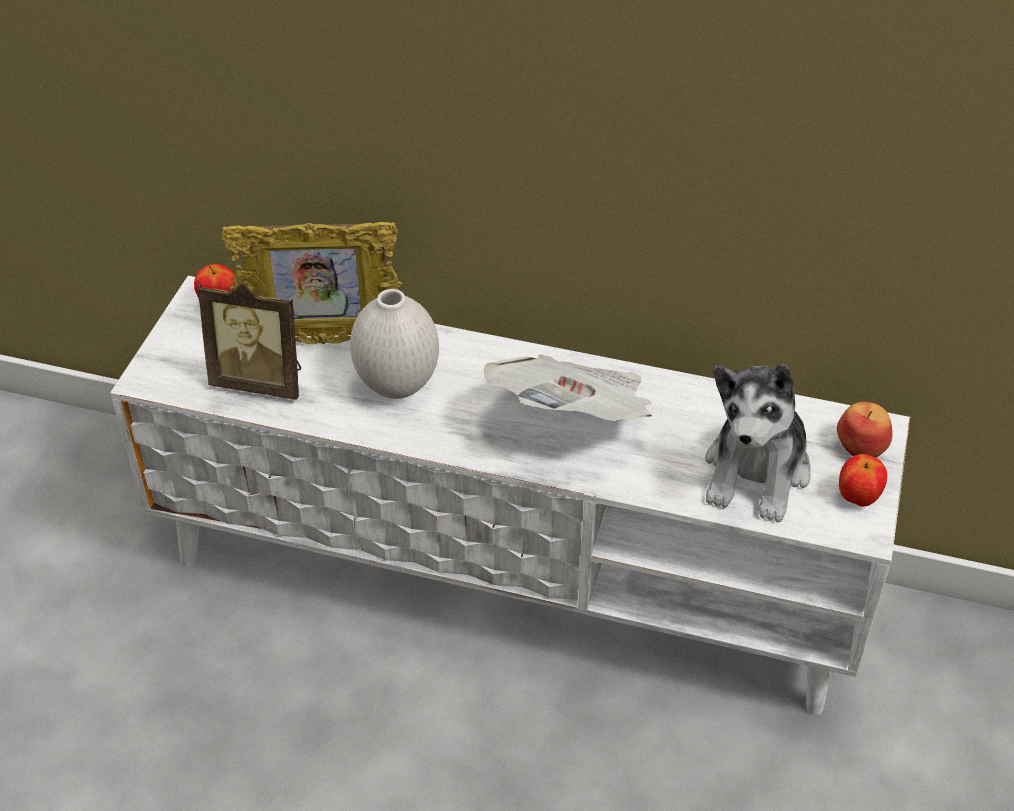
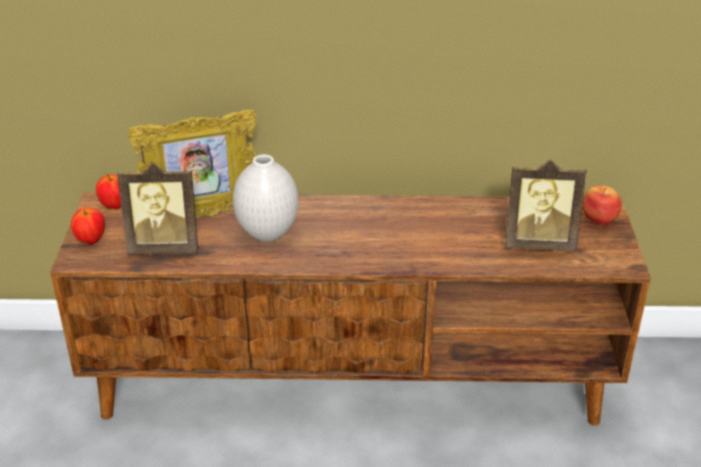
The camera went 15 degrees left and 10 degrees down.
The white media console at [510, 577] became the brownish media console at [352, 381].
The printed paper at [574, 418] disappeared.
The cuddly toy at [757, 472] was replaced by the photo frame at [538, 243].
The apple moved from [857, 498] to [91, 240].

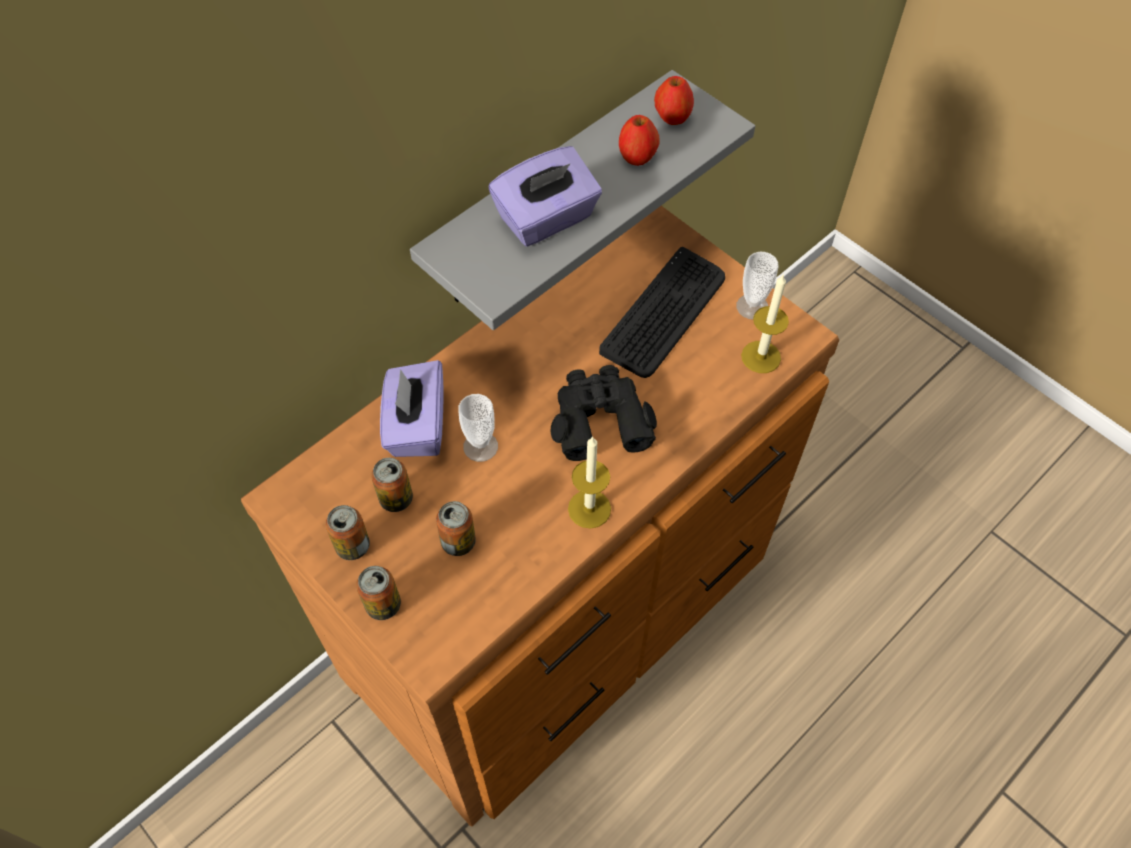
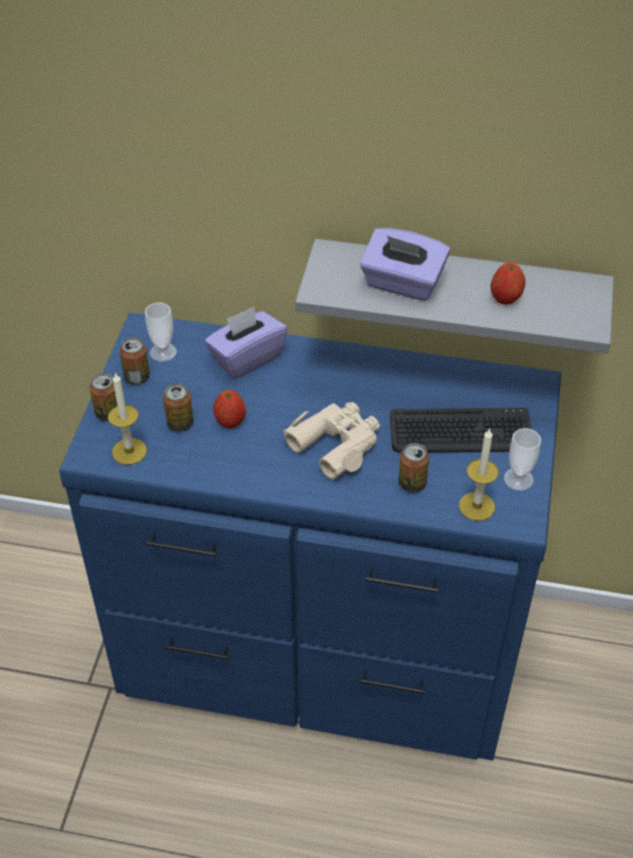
The camera went 55 degrees right and 10 degrees down.
The brownish chest of drawers at [564, 614] became the blue chest of drawers at [318, 653].
The sealed can moved from [396, 499] to [412, 483].
The small cup moved from [480, 446] to [163, 352].
The black-coloured binoculars at [599, 418] became the beige binoculars at [336, 443].
The candle moved from [589, 509] to [129, 451].
The apple moved from [672, 118] to [230, 421].

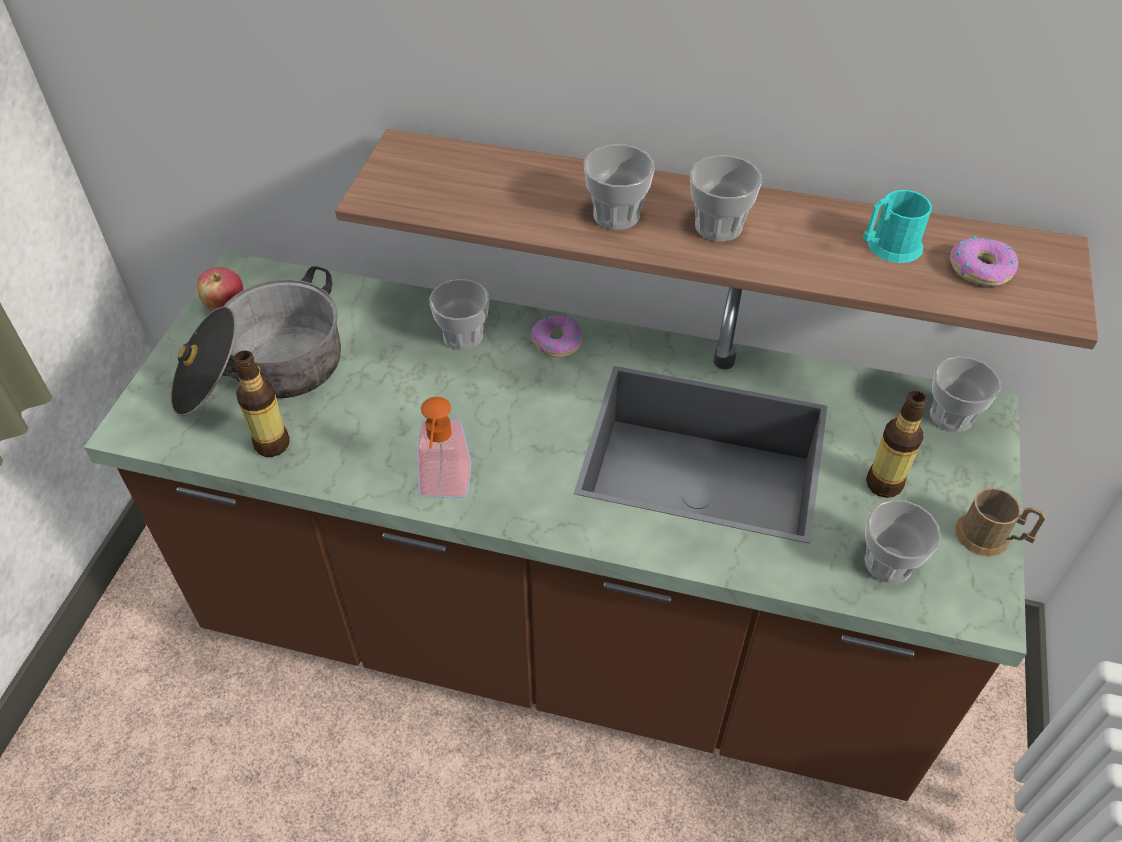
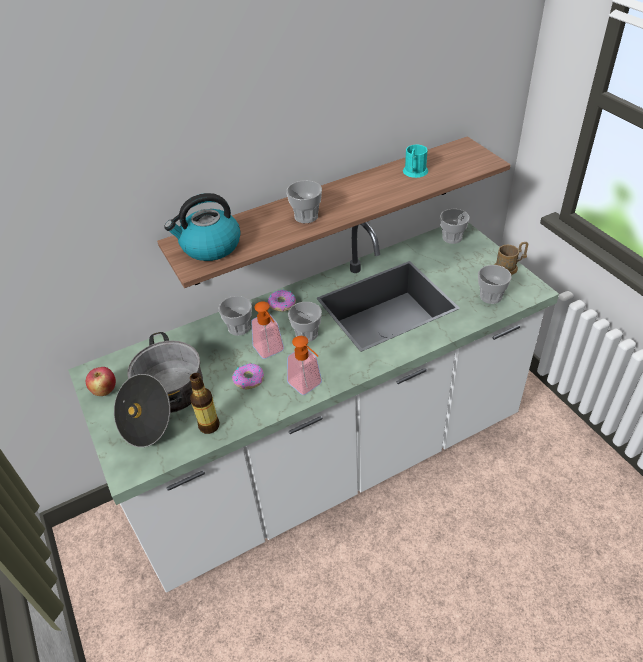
The camera went 40 degrees left and 5 degrees down.
The brownish kitchen counter at [561, 637] became the white kitchen counter at [331, 463].
The small cup moved from [718, 226] to [306, 334].
The bottle at [883, 484] disappeared.
The doughnut moved from [980, 269] to [248, 379].
The tea kettle at [210, 246] appeared.
The soap dispenser at [271, 351] appeared.

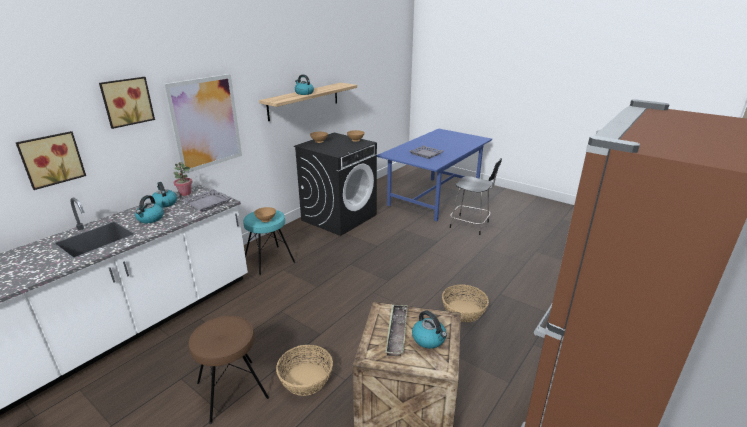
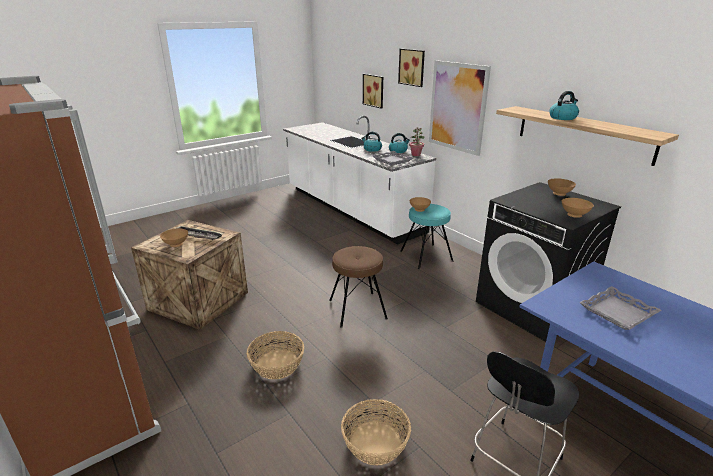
The camera went 105 degrees right and 0 degrees up.
The brownish stool seat moved from [232, 390] to [357, 309].
The storage basket moved from [306, 378] to [376, 443].
The tea kettle at [429, 339] was replaced by the brownish deep dish at [176, 245].

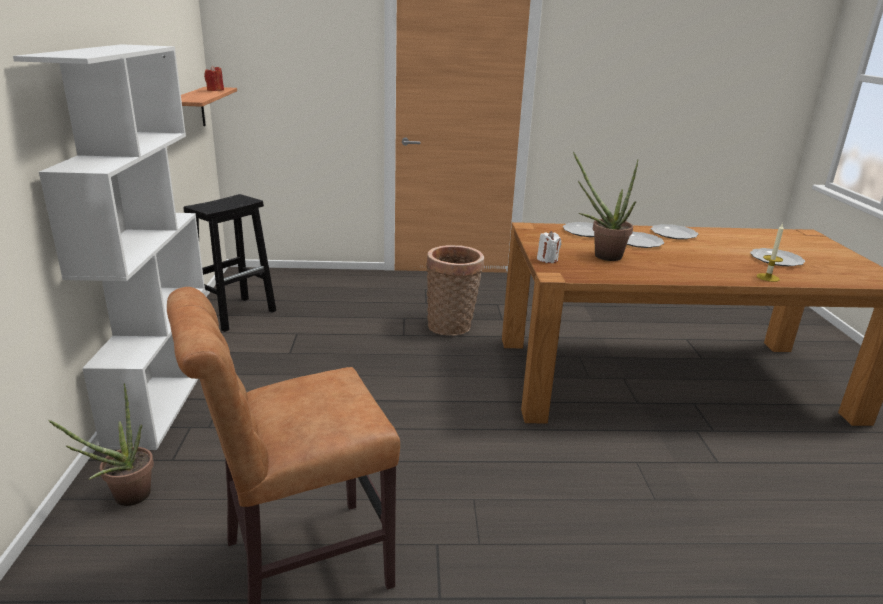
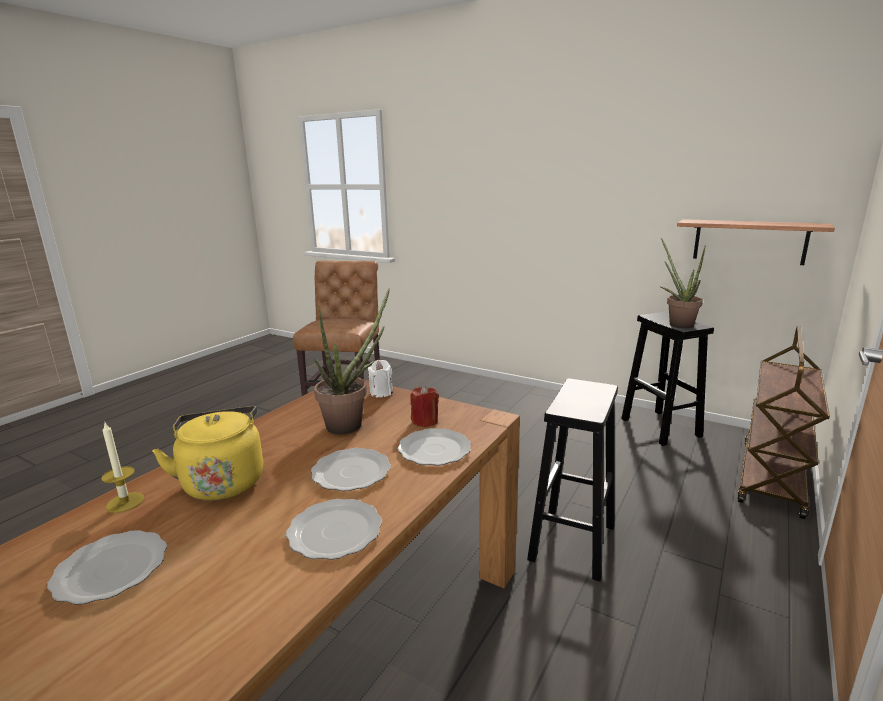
The camera went 125 degrees right and 5 degrees down.
The white shelving unit at [162, 395] disappeared.
The houseplant moved from [125, 499] to [677, 324].
The red candle moved from [215, 90] to [425, 421].
The storage basket at [452, 327] was replaced by the black-coloured stool seat at [572, 543].
The yellow-coloured tea kettle at [223, 481] appeared.
The brownish cart at [772, 479] appeared.

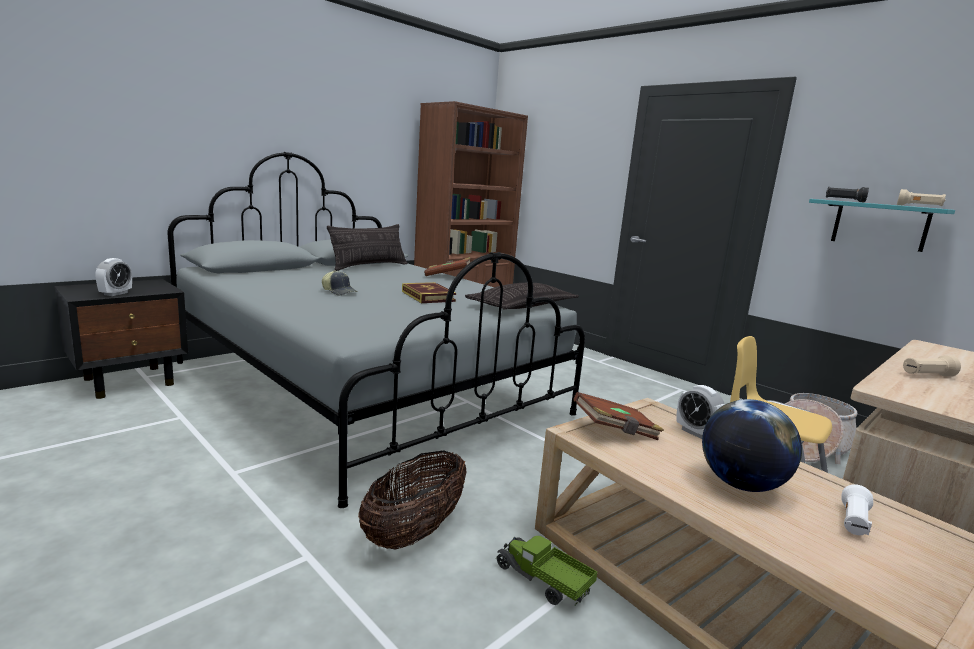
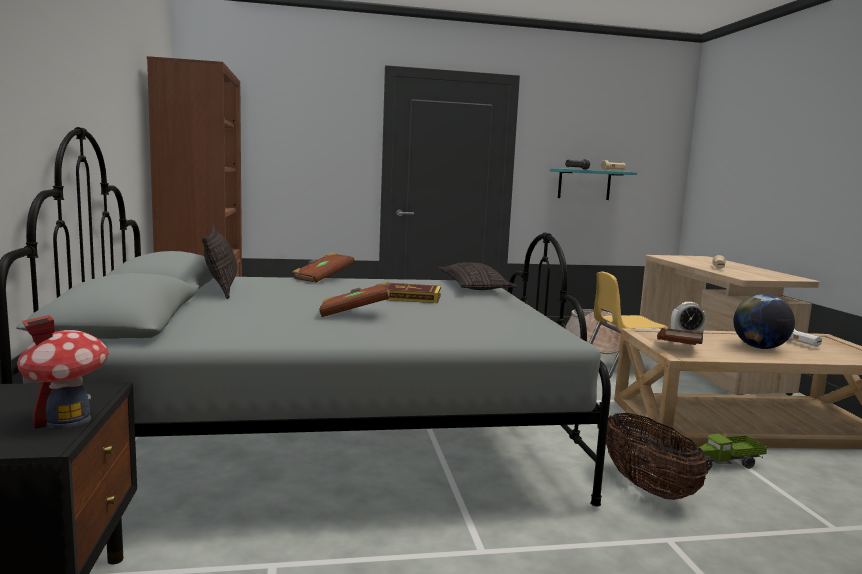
The camera went 55 degrees left and 5 degrees down.
The bedside clock at [116, 294] was replaced by the toy house at [67, 420].
The baseball cap at [339, 292] was replaced by the brownish volume at [355, 314].

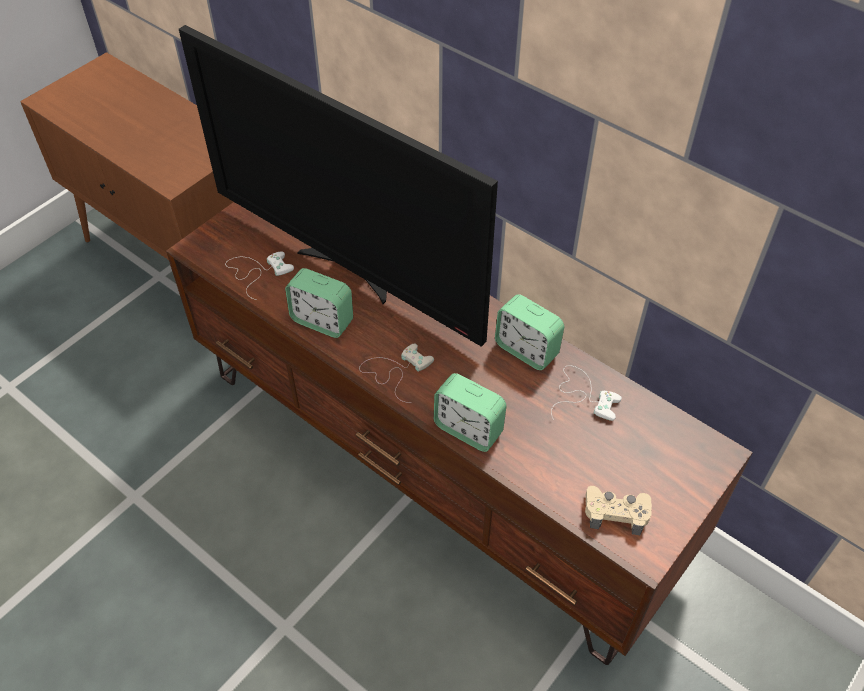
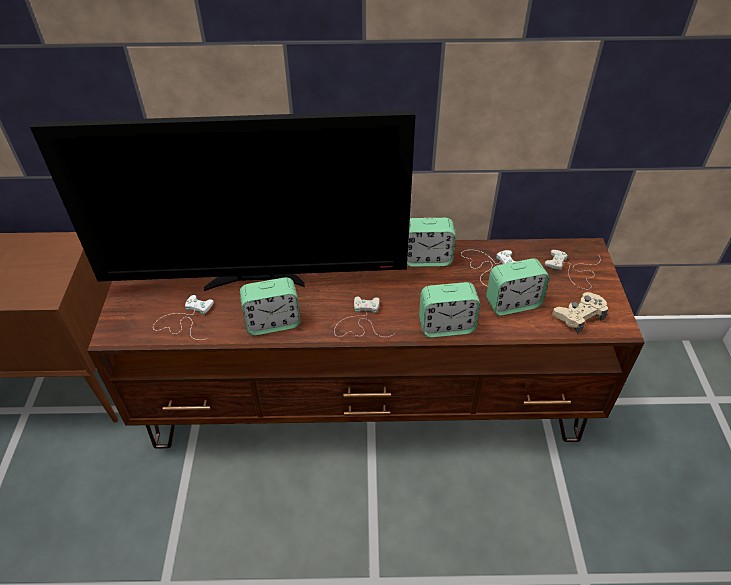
The camera went 40 degrees left and 5 degrees down.
The bedside clock at [512, 303] appeared.
The white game controller at [573, 271] appeared.

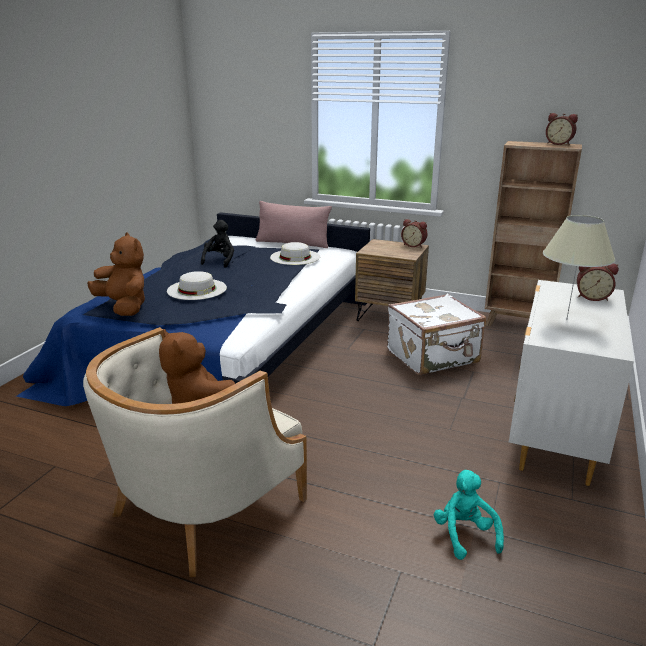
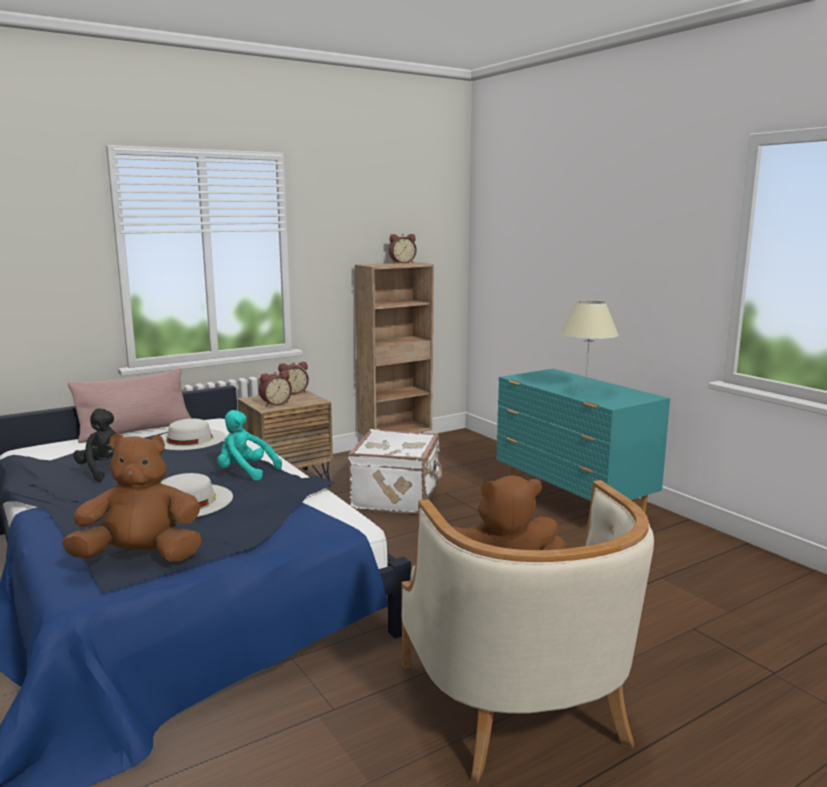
The camera went 55 degrees left and 10 degrees down.
The turquoise-coloured cuddly toy moved from [465, 535] to [245, 472].
The white chest of drawers at [555, 435] became the turquoise-coloured chest of drawers at [573, 504].
The bedside clock moved from [592, 297] to [275, 403].

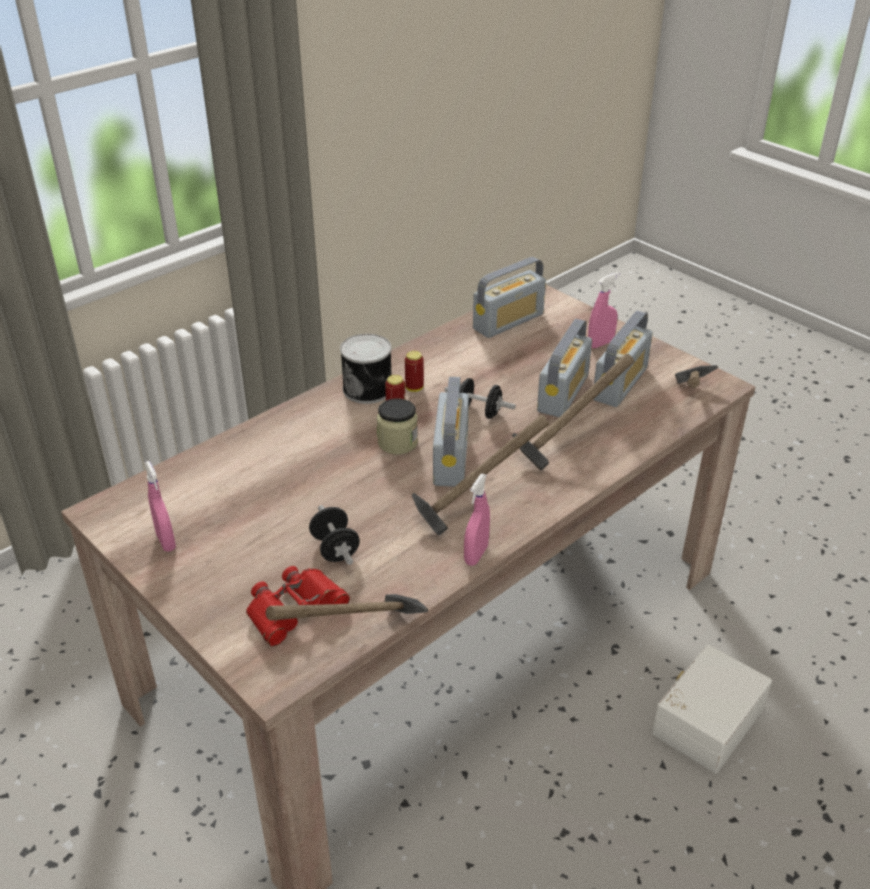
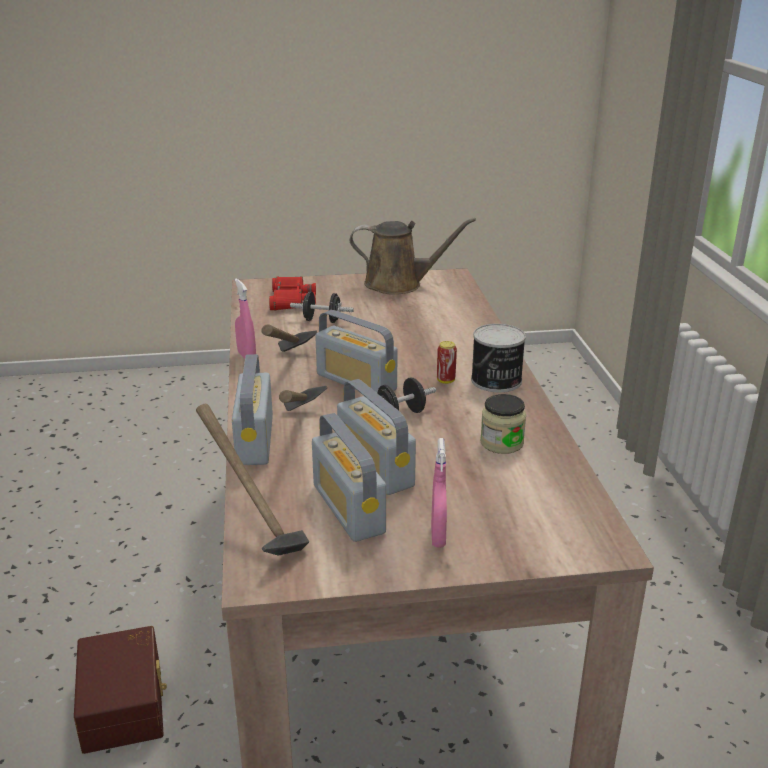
The camera went 125 degrees right and 10 degrees down.
The pinkish hand sprayer at [166, 541] was replaced by the brownish watering pot at [399, 284].
The tool hammer at [356, 645] disappeared.
The storage jar moved from [397, 443] to [501, 443].
The sealed can at [414, 388] disappeared.
The radio moved from [508, 321] to [255, 440].
The white storage box at [705, 720] became the brownish storage box at [125, 703].

